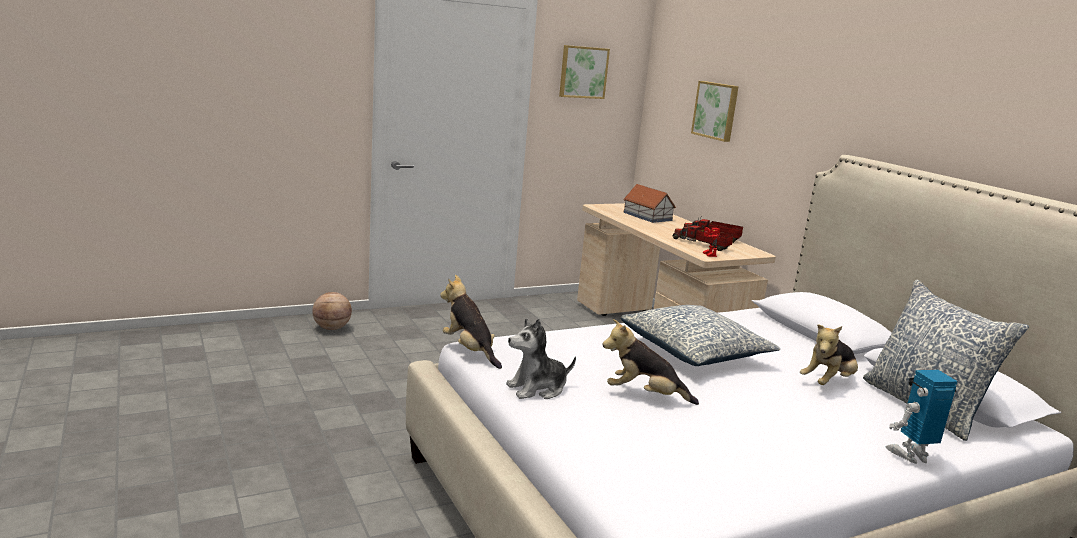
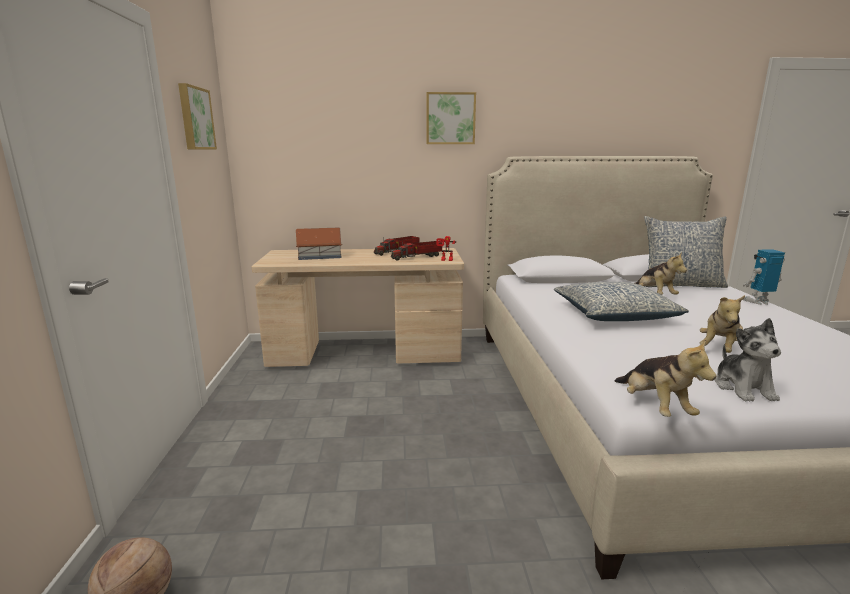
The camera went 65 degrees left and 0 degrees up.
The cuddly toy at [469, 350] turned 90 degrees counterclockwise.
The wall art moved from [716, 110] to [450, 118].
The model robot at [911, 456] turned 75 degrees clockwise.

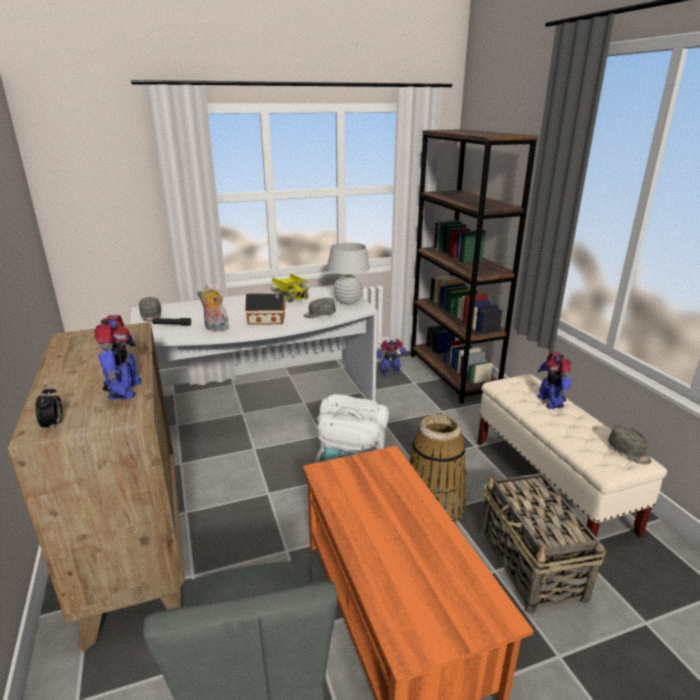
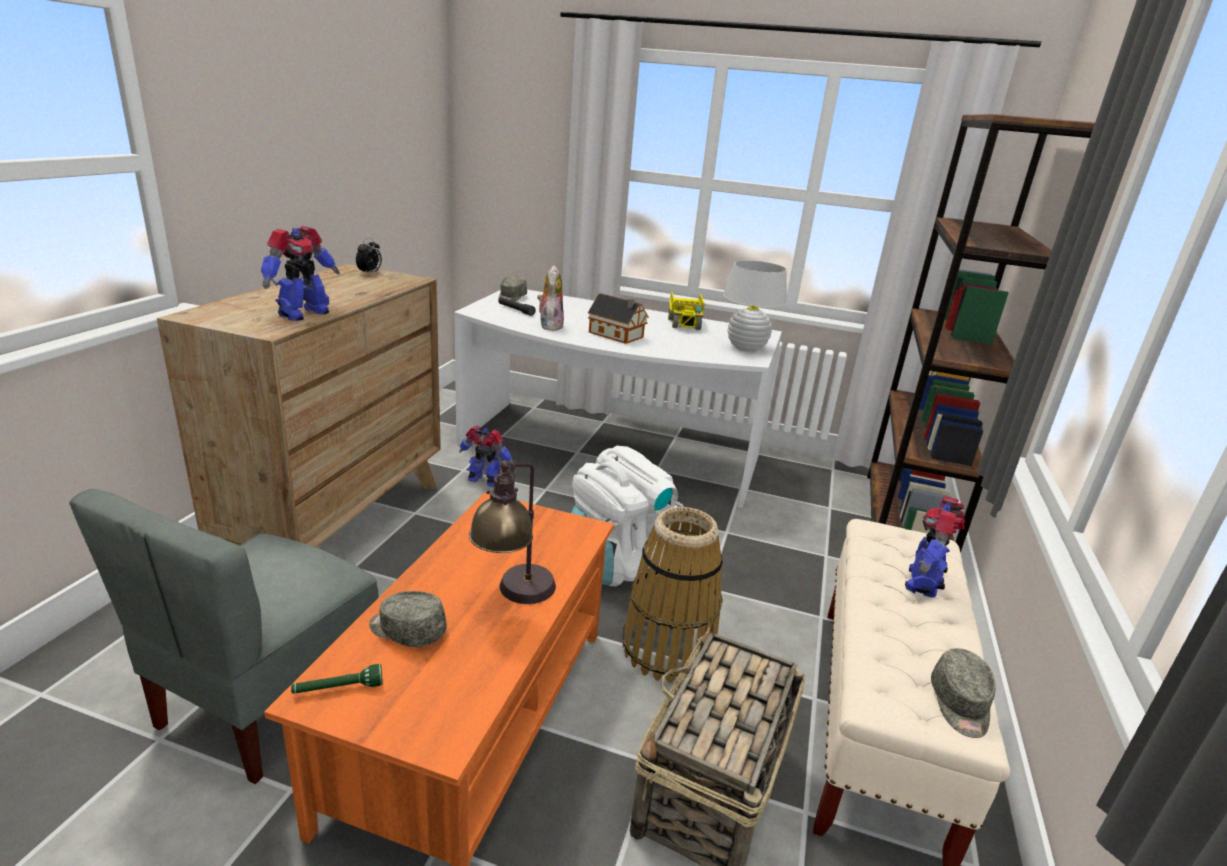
The camera went 35 degrees right and 0 degrees up.
The bedside clock moved from [53, 425] to [370, 273].
The cuddly toy at [215, 328] turned 45 degrees clockwise.
The gray baseball cap moved from [319, 314] to [407, 630].
The model robot moved from [390, 372] to [485, 481].
The greenish flashlight at [338, 689] appeared.
The lamp for a table at [514, 597] appeared.

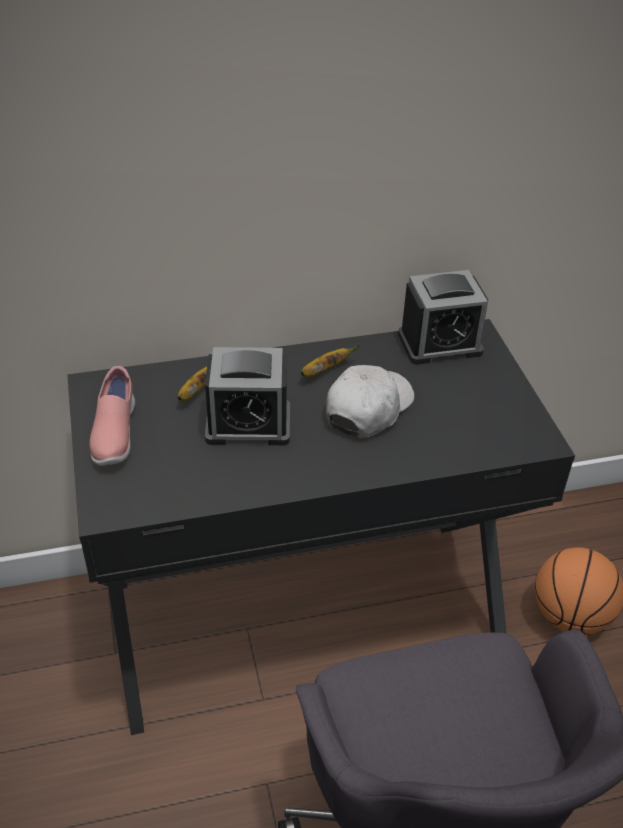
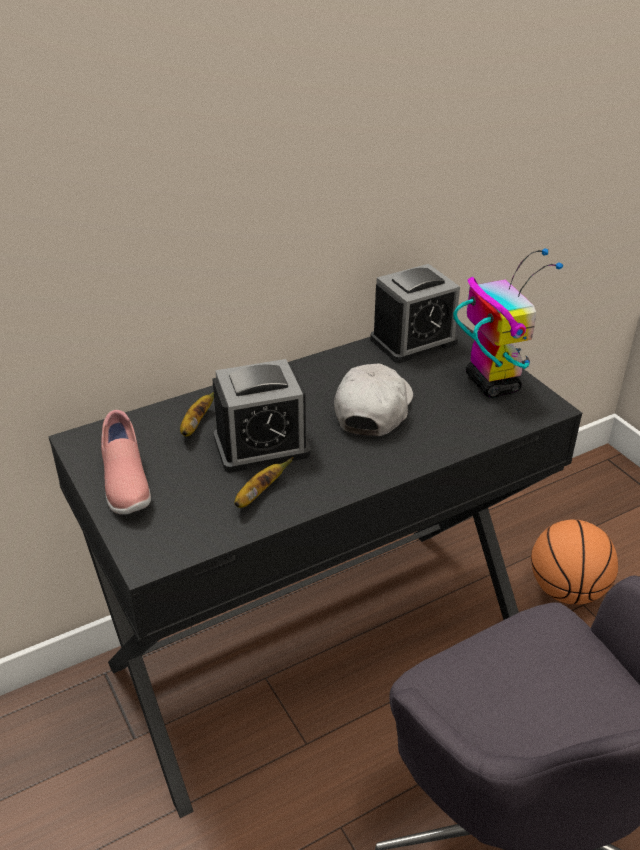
The camera went 15 degrees left and 5 degrees down.
The banana moved from [325, 370] to [259, 494].
The model robot at [491, 383] appeared.

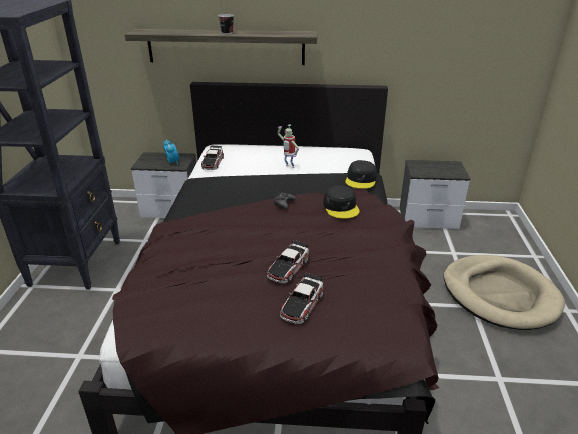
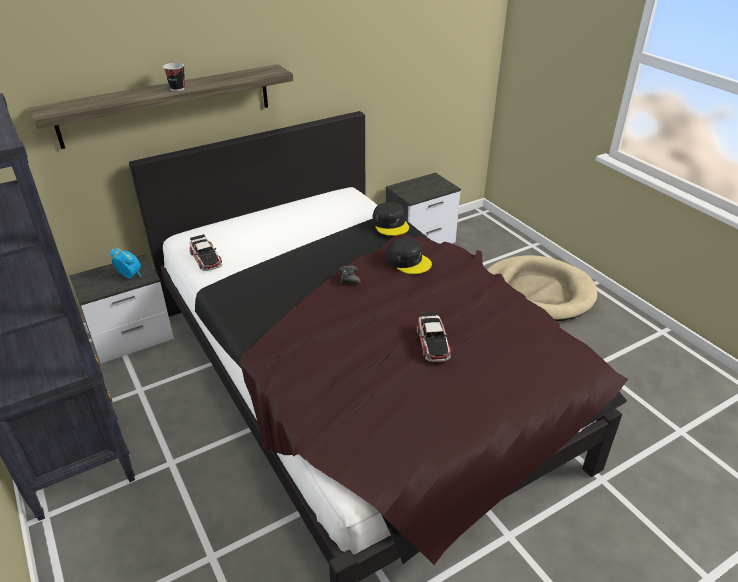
The camera went 35 degrees left and 5 degrees up.
The model robot at [289, 167] disappeared.
The miniature car at [302, 304] disappeared.

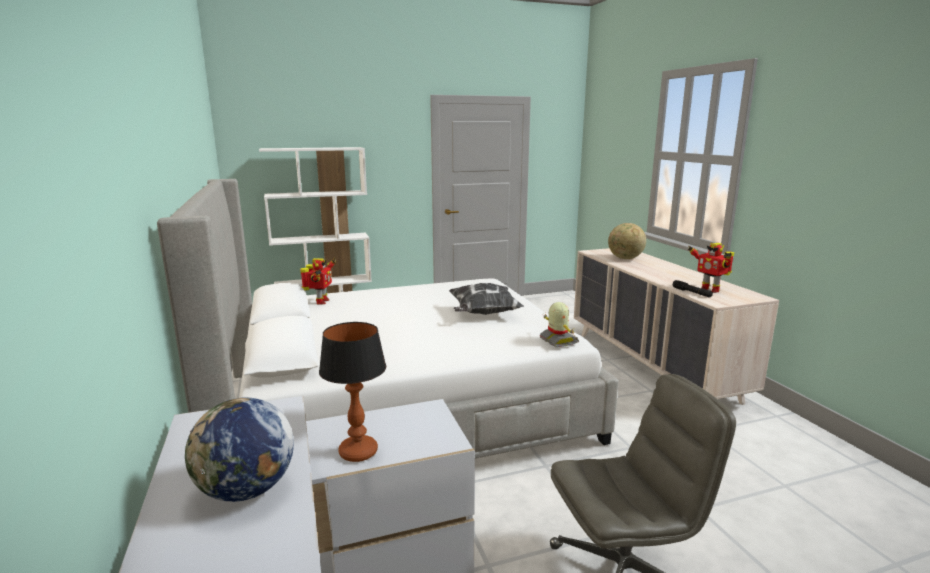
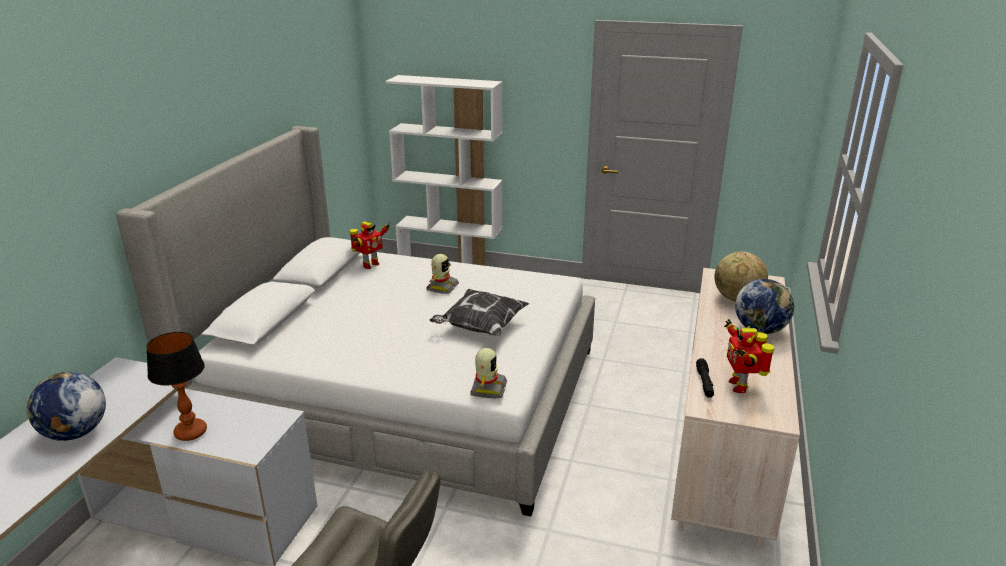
The camera went 35 degrees right and 10 degrees up.
The model robot at [441, 287] appeared.
The globe at [760, 330] appeared.

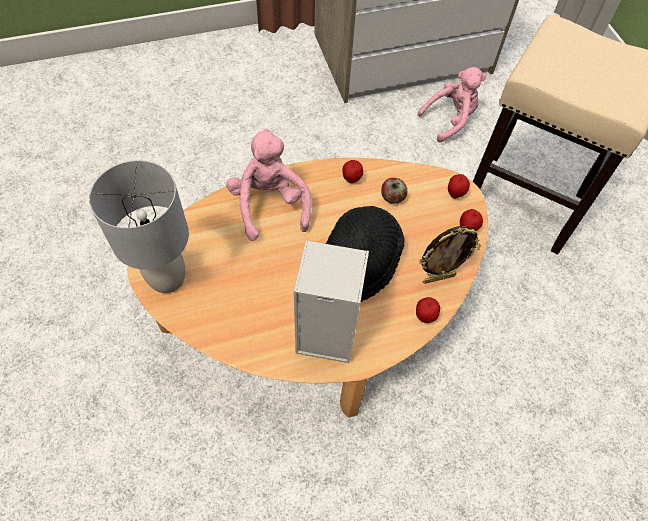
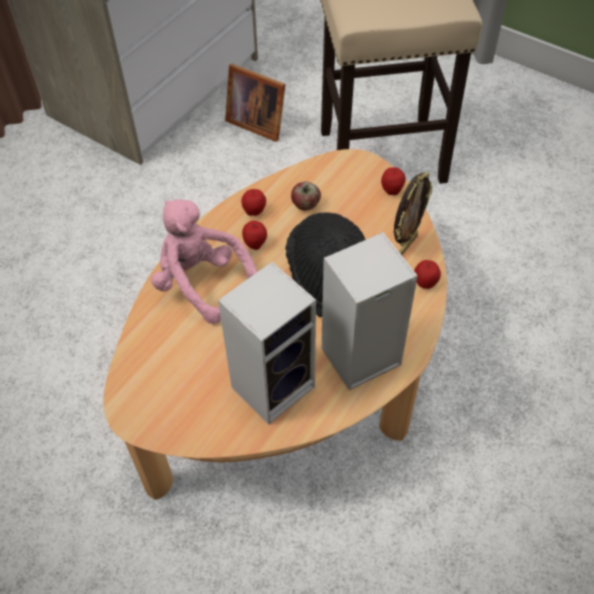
The camera went 35 degrees left and 5 degrees down.
The gray lamp for a table at [168, 278] disappeared.
The pinkish cuddly toy at [450, 119] was replaced by the photo frame at [256, 122].
The apple moved from [455, 194] to [255, 244].
The loudspeaker at [274, 384] appeared.

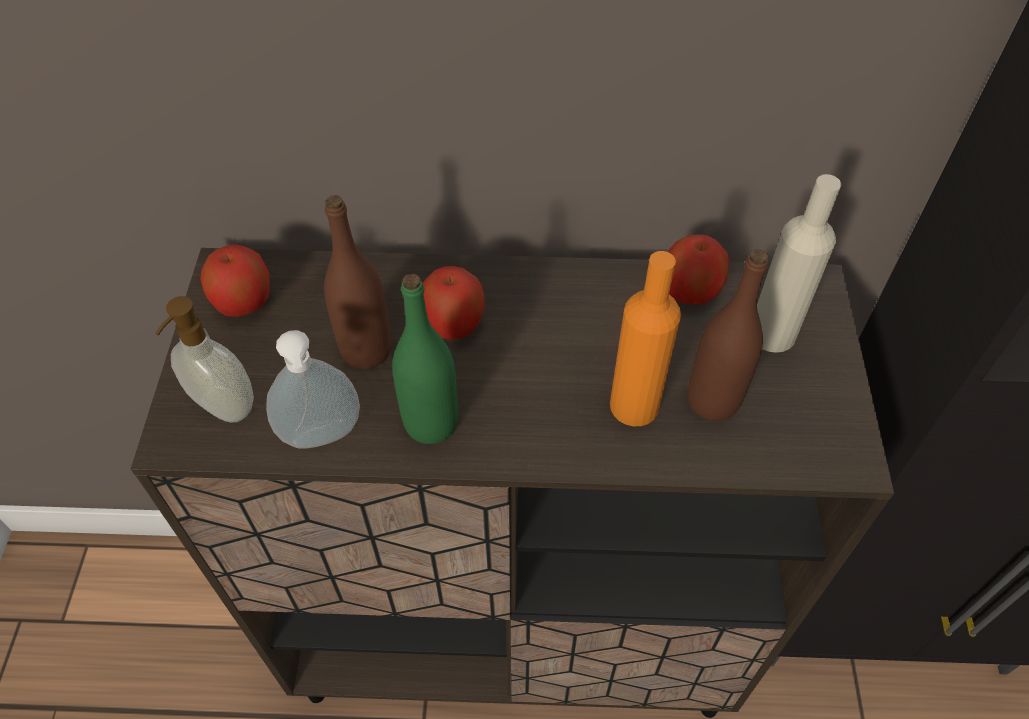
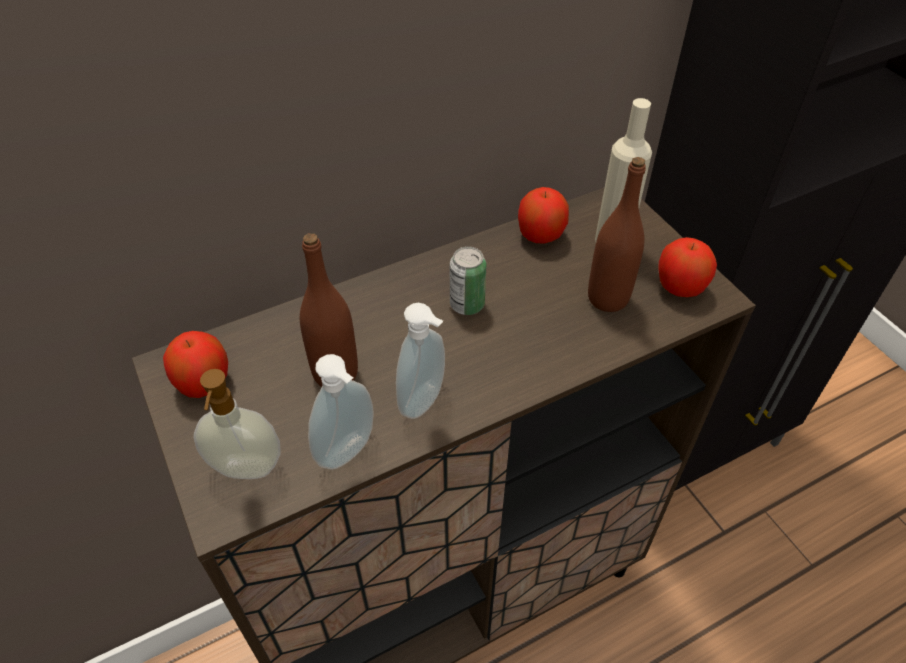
The camera went 30 degrees left and 5 degrees down.
The greenish bottle at [431, 423] was replaced by the soap dispenser at [425, 402].
The apple moved from [453, 324] to [679, 287].
The orangey bottle at [634, 405] disappeared.
The sealed can at [467, 304] appeared.

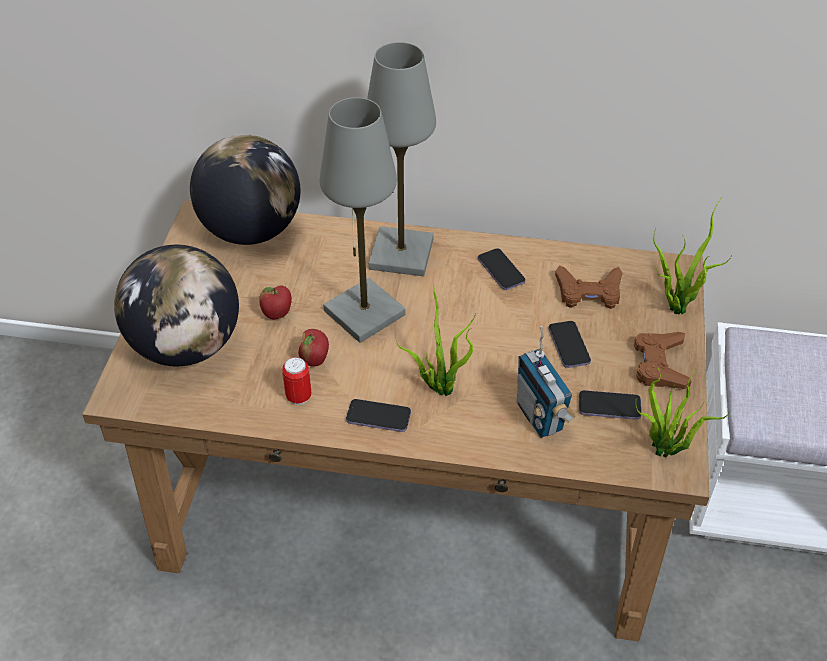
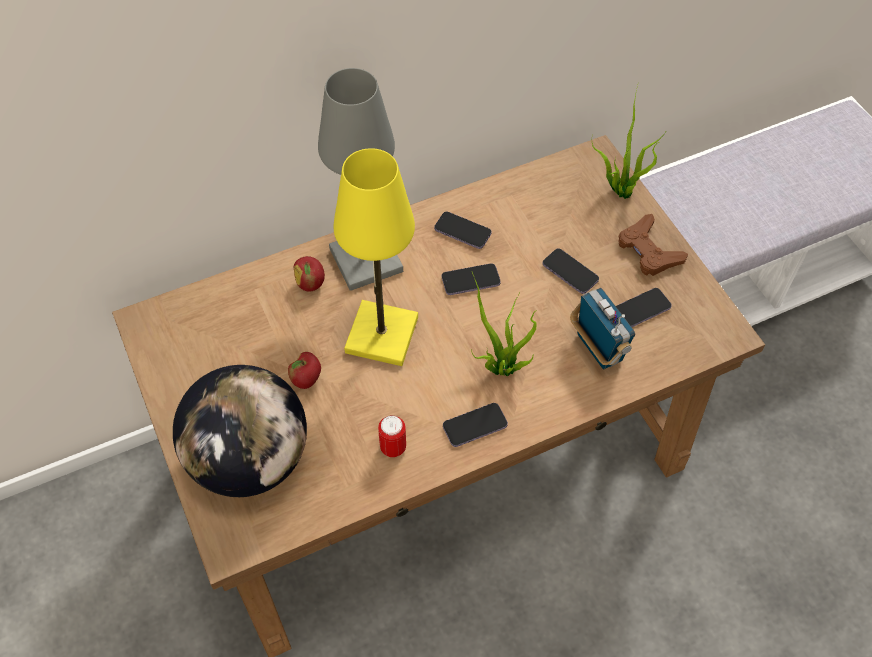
The camera went 35 degrees left and 10 degrees up.
The globe at [251, 230] disappeared.
The apple moved from [315, 360] to [311, 284].
The gray lamp for a table at [364, 313] became the yellow-coloured lamp for a table at [382, 335].
The radio at [540, 416] turned 150 degrees counterclockwise.
The brownish game controller at [589, 292] disappeared.
The houseplant at [664, 451] disappeared.
The handset at [470, 280] appeared.

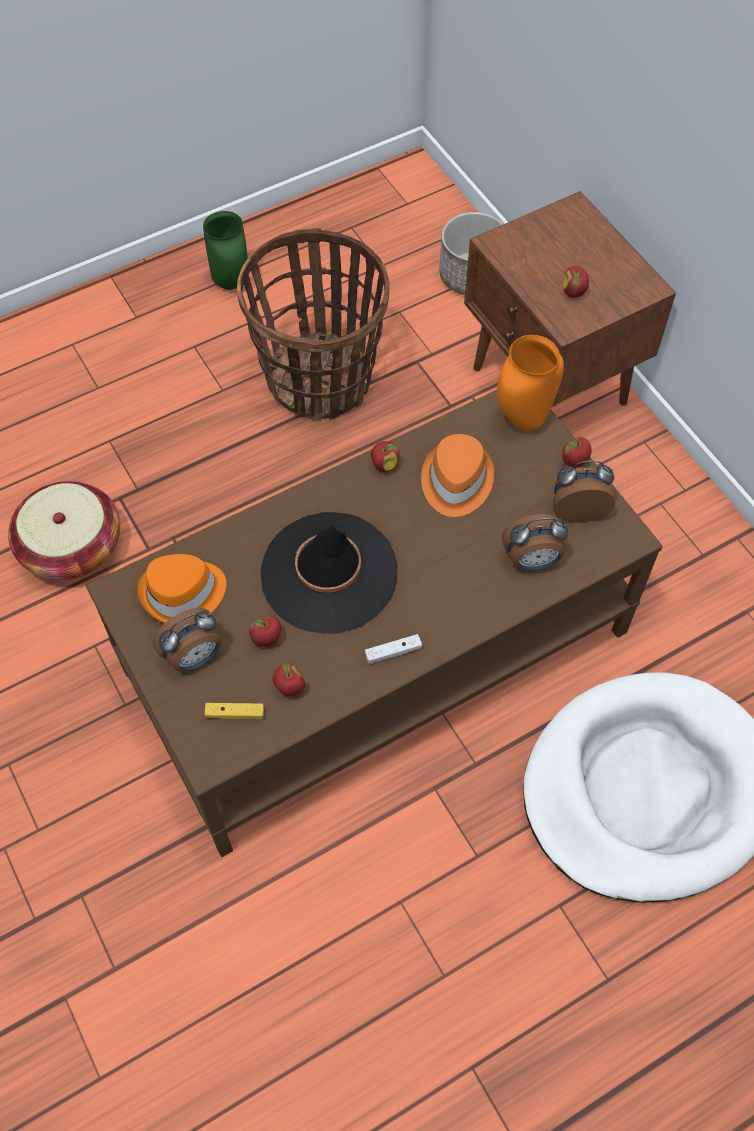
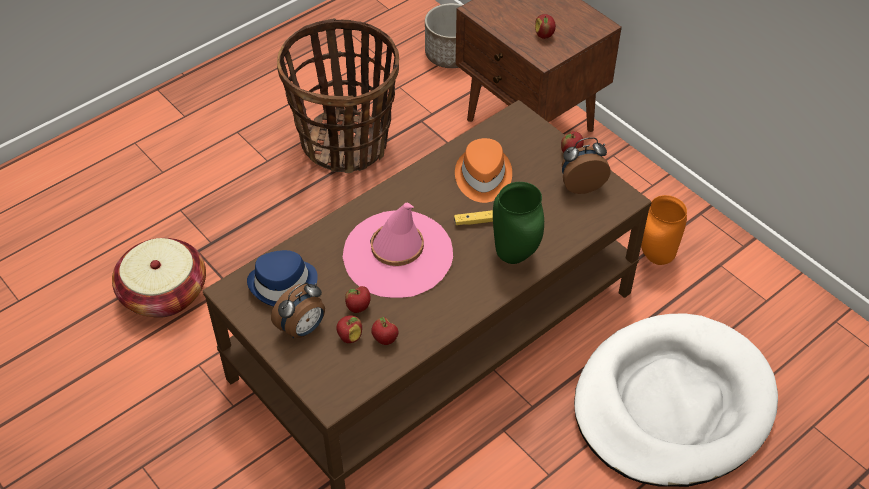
The camera went 10 degrees left and 10 degrees down.
The orangey wearable hat at [183, 593] became the blue wearable hat at [283, 285].
The greenish flower vase moved from [232, 283] to [516, 255].
The yellow-coloured game controller moved from [235, 714] to [475, 221].
The black-coloured wearable hat at [329, 573] became the pinkish wearable hat at [398, 255].
The white game controller at [393, 652] disappeared.
The apple moved from [384, 465] to [350, 337].
The orangey flower vase moved from [524, 420] to [657, 258].
The bedside clock at [532, 561] disappeared.

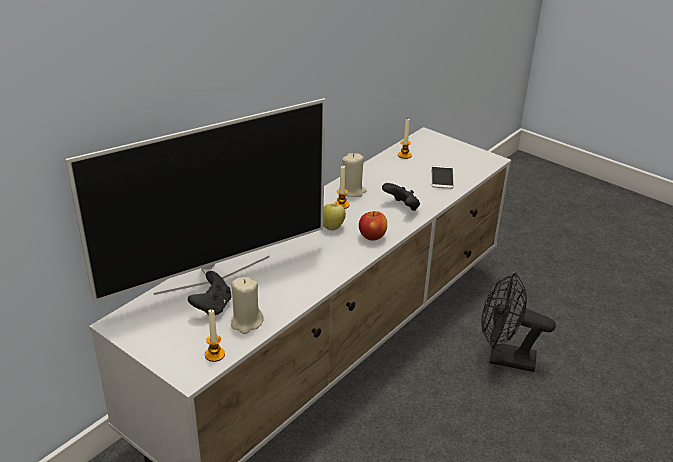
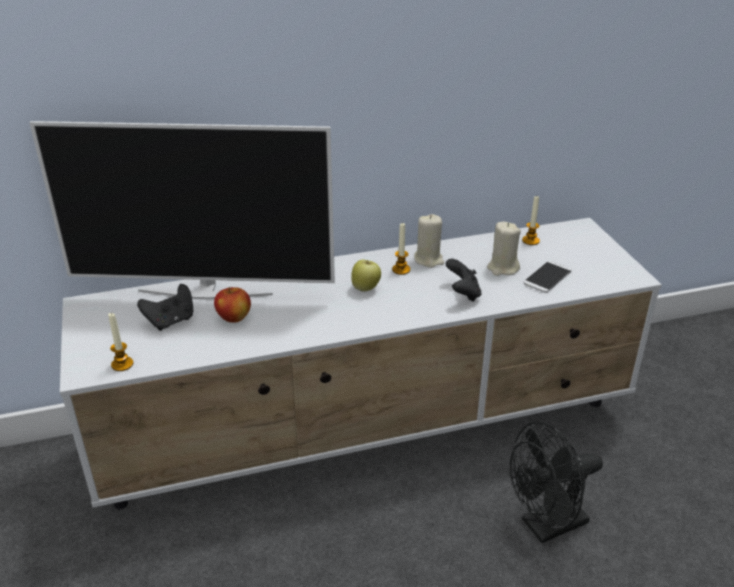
The camera went 35 degrees right and 0 degrees up.
The beige candle moved from [246, 322] to [502, 268].
The apple moved from [372, 237] to [234, 318].
The black-coloured fan at [504, 358] turned 75 degrees counterclockwise.

